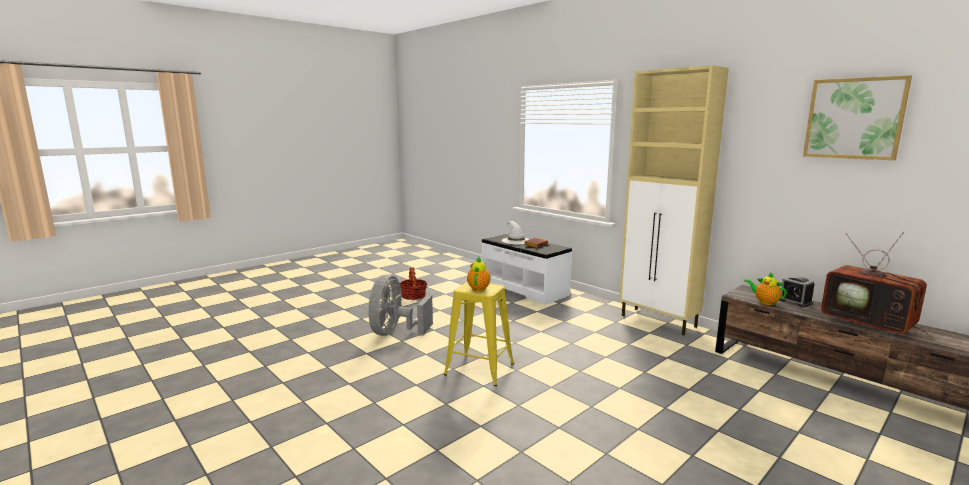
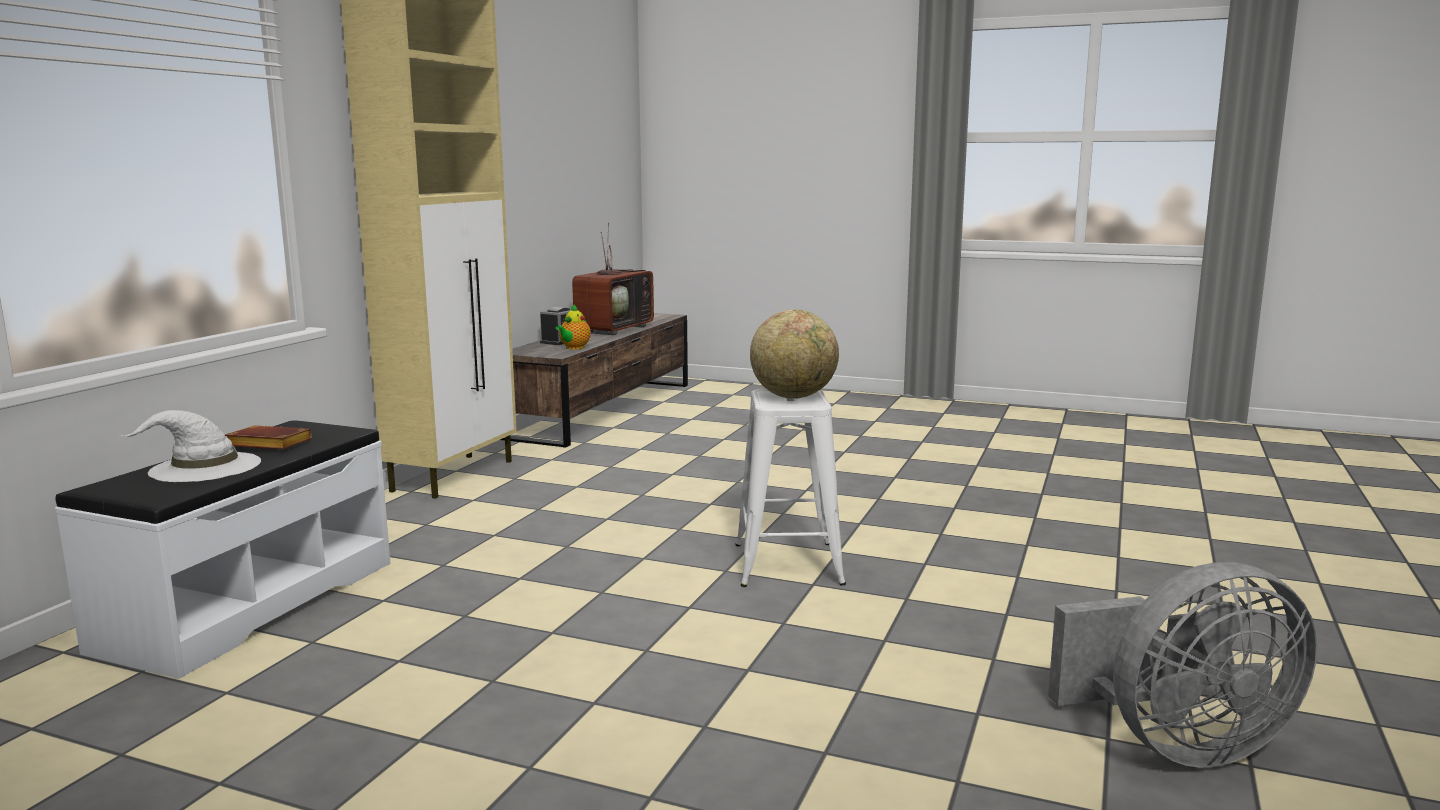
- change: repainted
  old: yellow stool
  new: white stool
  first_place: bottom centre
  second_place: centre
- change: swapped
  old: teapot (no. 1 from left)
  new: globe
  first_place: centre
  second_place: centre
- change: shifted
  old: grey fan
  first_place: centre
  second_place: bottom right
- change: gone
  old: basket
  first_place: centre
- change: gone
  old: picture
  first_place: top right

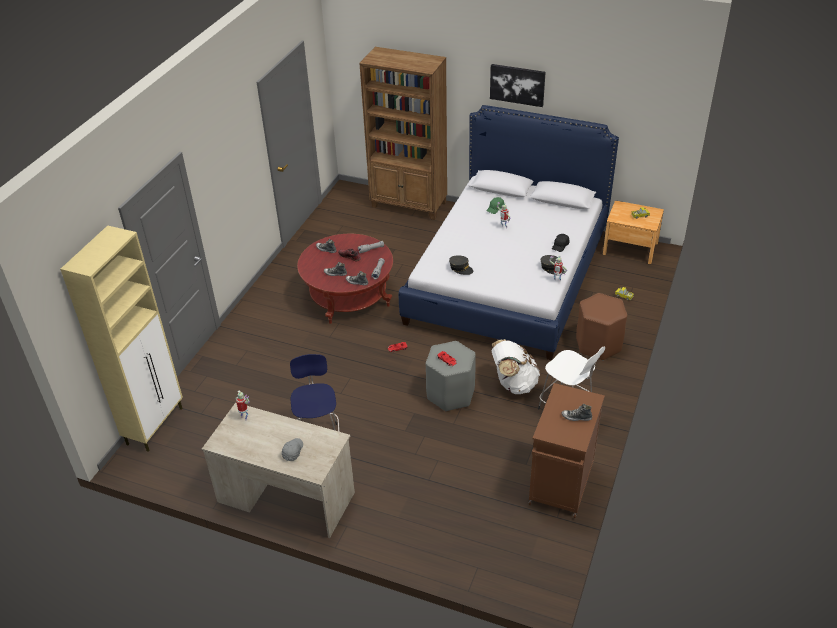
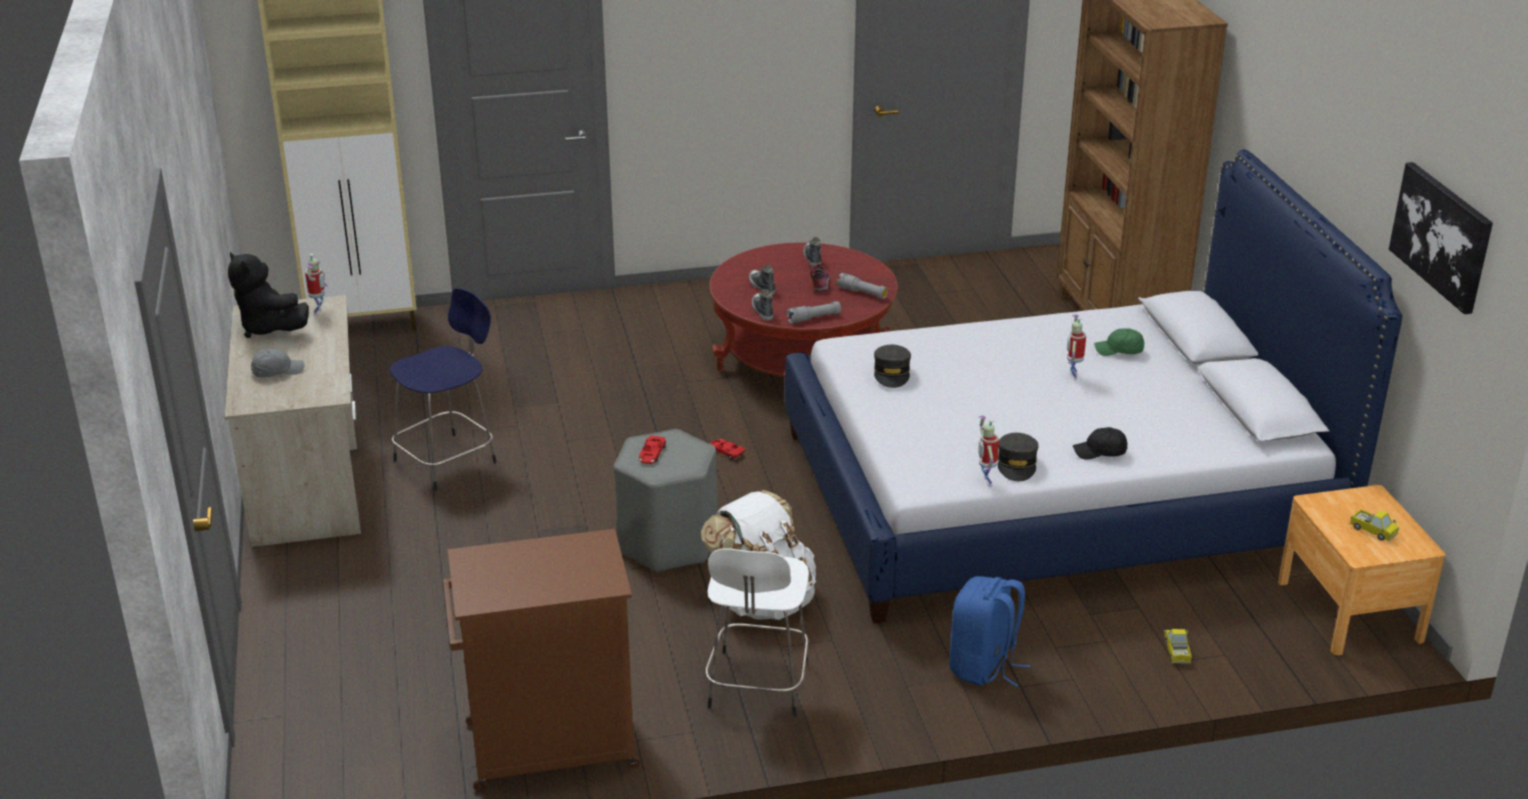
- change: new
  new: black plush toy
  second_place: middle left
- change: swapped
  old: brown stool
  new: blue backpack
  first_place: middle right
  second_place: bottom centre
- change: shifted
  old: picture
  first_place: top centre
  second_place: top right
- change: gone
  old: shoe (no. 5 from left)
  first_place: middle right

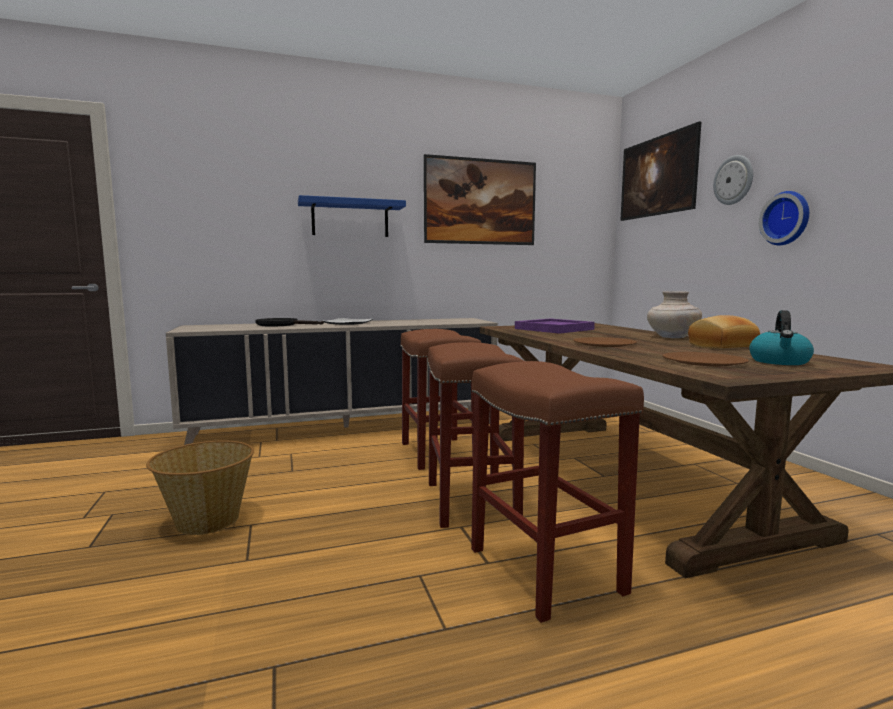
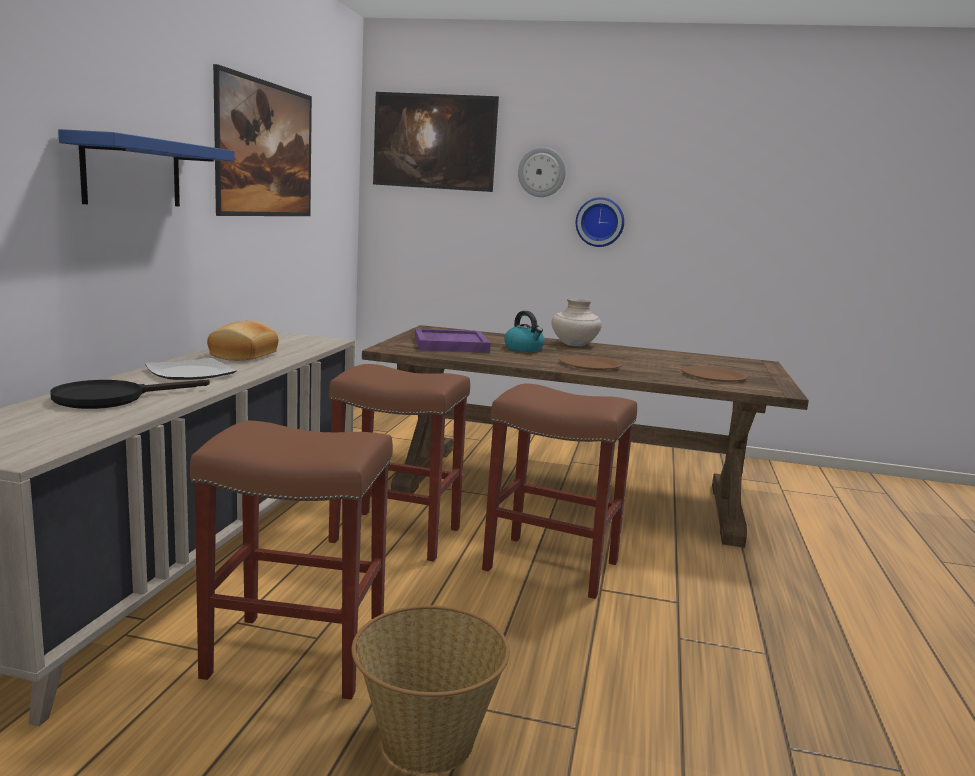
- change: shifted
  old: brown stool (no. 3 from left in the first image)
  new: brown stool (no. 1 from left)
  first_place: bottom centre
  second_place: bottom left
- change: shifted
  old: bread
  first_place: middle right
  second_place: middle left
- change: shifted
  old: kettle
  first_place: middle right
  second_place: centre

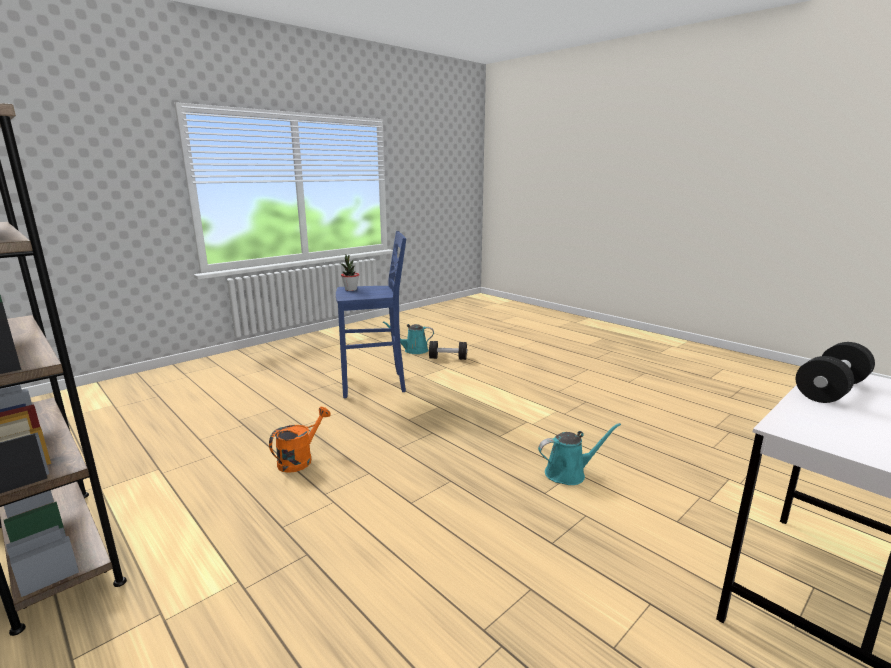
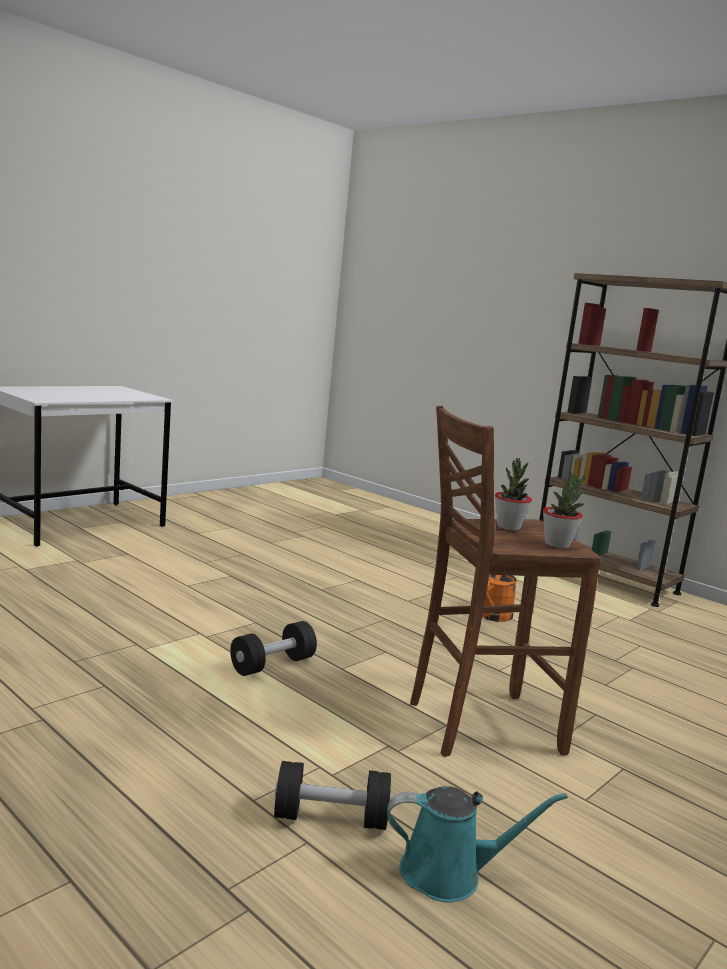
- change: shifted
  old: black dumbbell (no. 2 from left in the first image)
  new: black dumbbell (no. 1 from left)
  first_place: middle right
  second_place: bottom centre
- change: repainted
  old: blue stool
  new: brown stool
  first_place: centre
  second_place: middle right
- change: new
  new: potted plant (no. 1 from left)
  second_place: middle right
- change: gone
  old: turquoise watering can (no. 2 from left)
  first_place: bottom centre

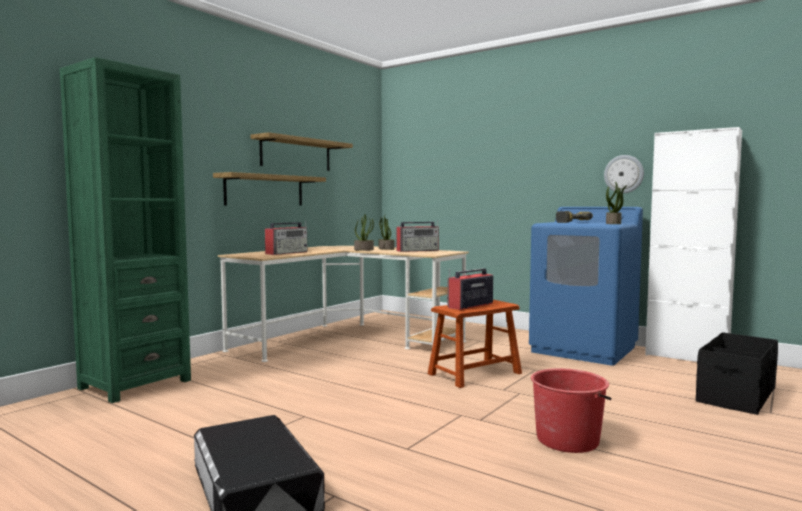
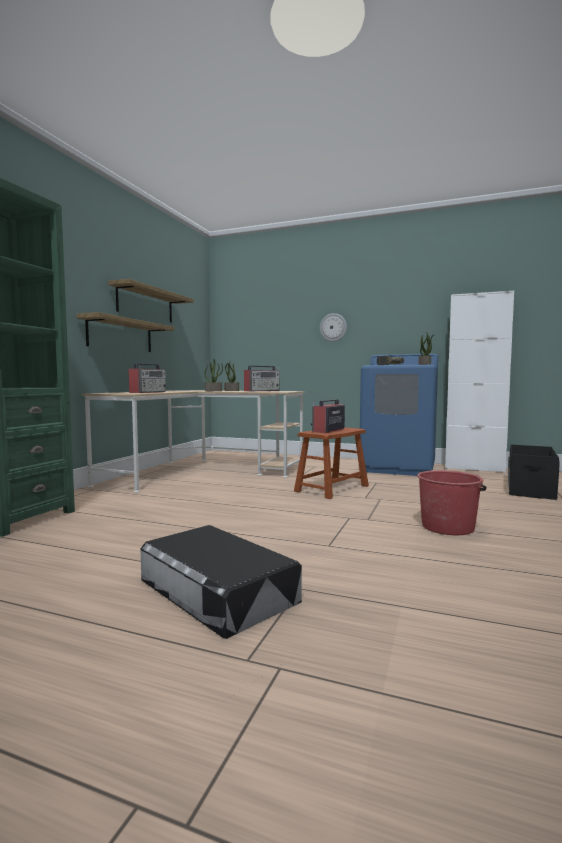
- change: shifted
  old: wall clock
  first_place: middle right
  second_place: centre

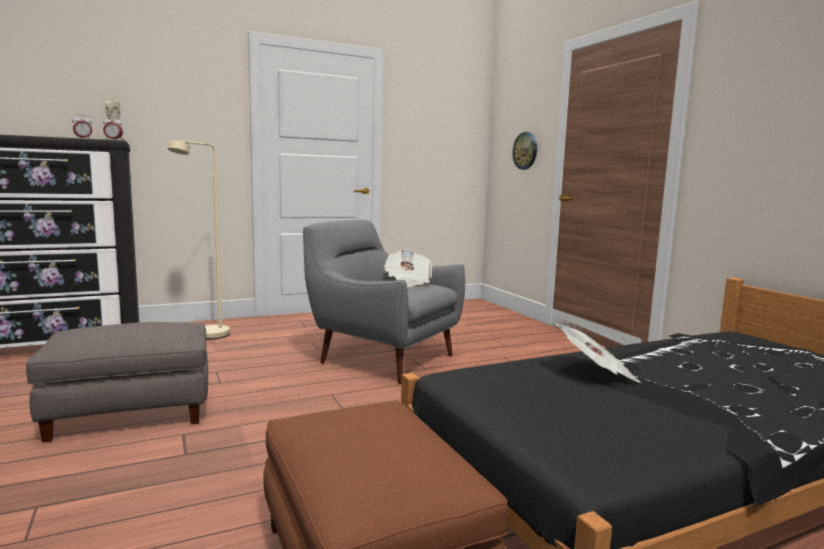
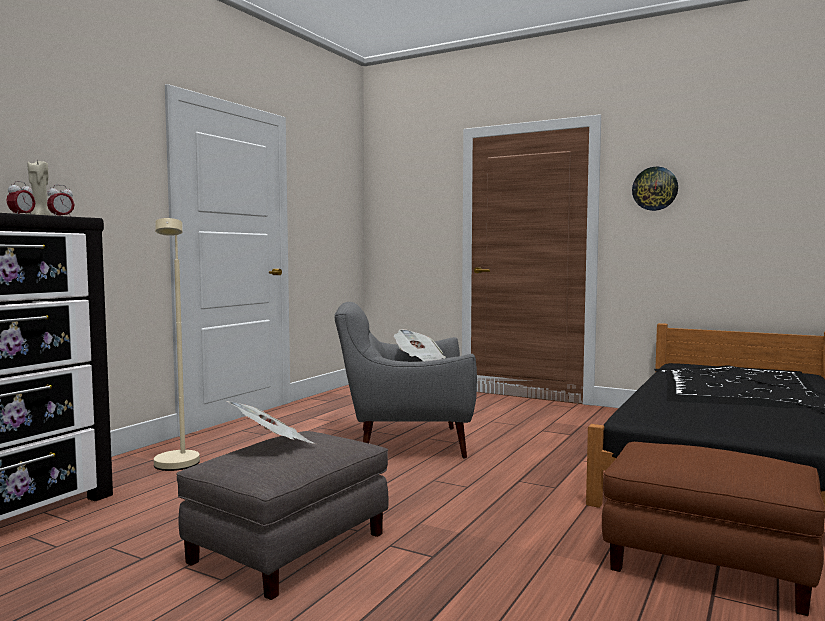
- change: shifted
  old: newspaper (no. 2 from left in the first image)
  new: newspaper (no. 1 from left)
  first_place: middle right
  second_place: bottom left
- change: shifted
  old: wall clock
  first_place: top centre
  second_place: top right

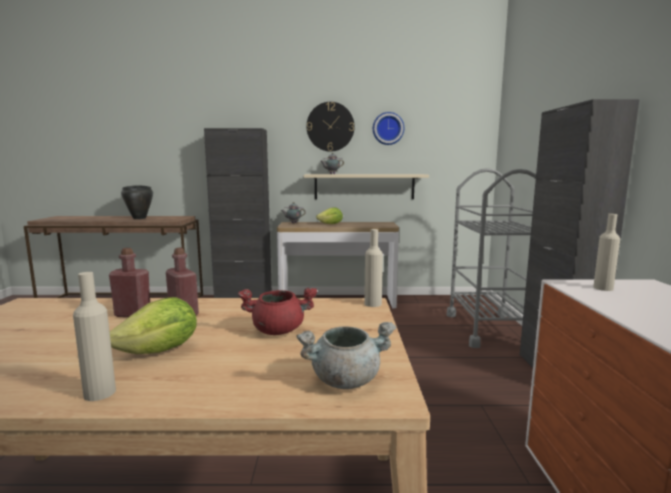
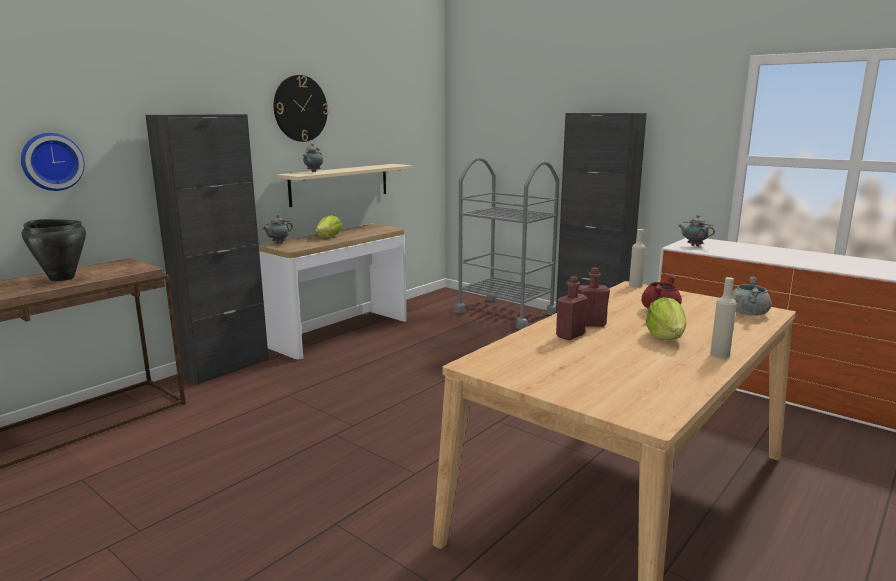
- change: shifted
  old: wall clock (no. 2 from left in the first image)
  new: wall clock (no. 1 from left)
  first_place: top centre
  second_place: top left
- change: swapped
  old: beige bottle (no. 3 from left)
  new: teapot (no. 3 from left)
  first_place: middle right
  second_place: middle right

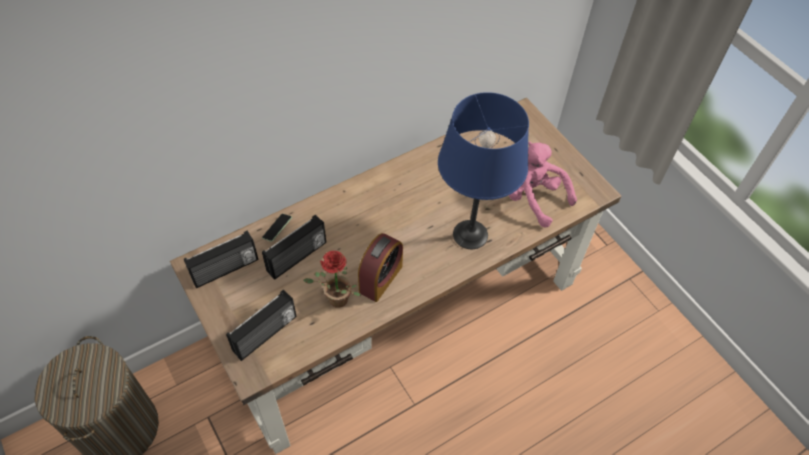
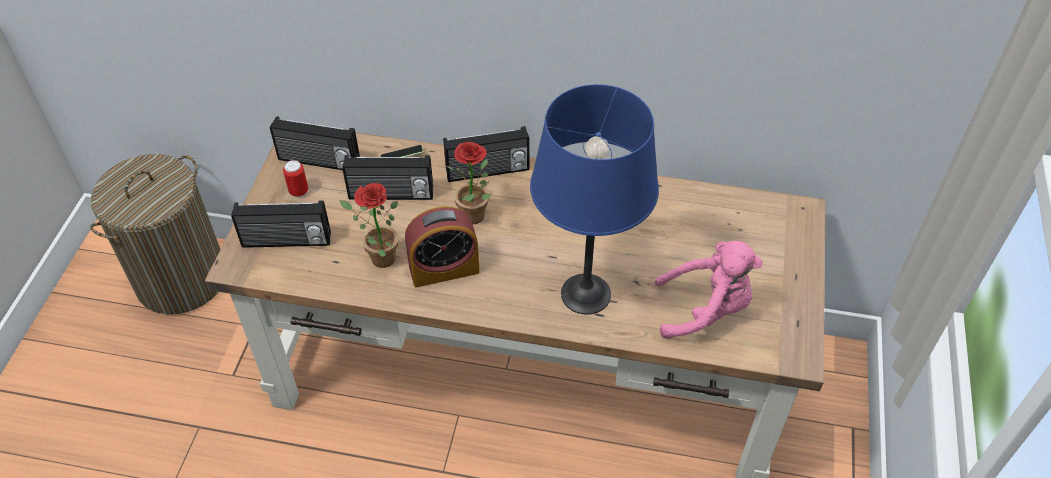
- change: new
  new: can
  second_place: middle left
- change: new
  new: radio (no. 4 from left)
  second_place: top centre
- change: new
  new: potted plant (no. 2 from left)
  second_place: centre
- change: rotated
  old: pink plush toy
  first_place: middle right
  second_place: middle right
  degrees: 90

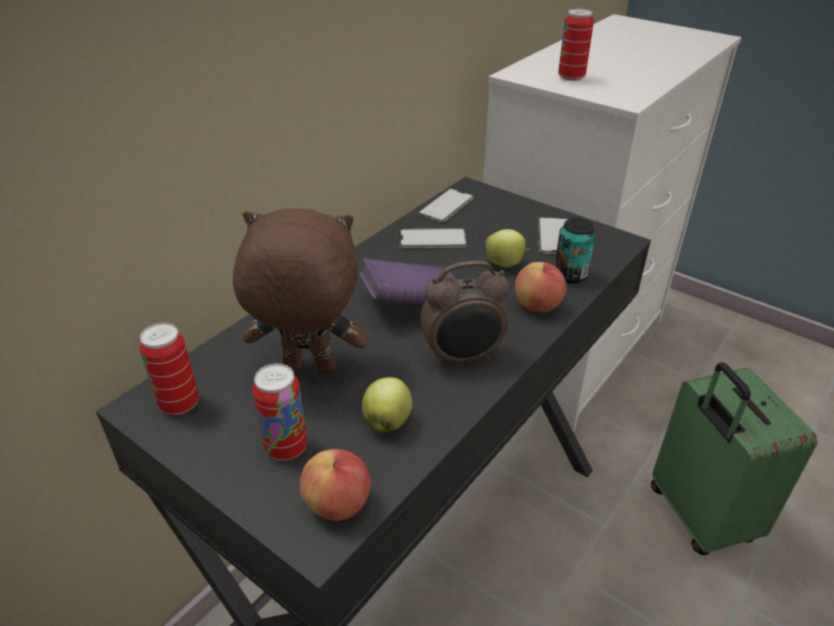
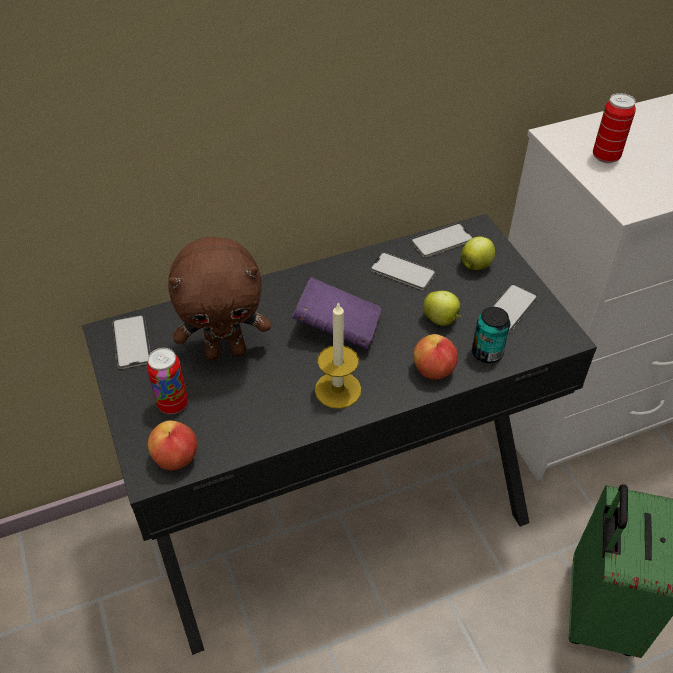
- change: swapped
  old: can (no. 1 from left)
  new: phone (no. 1 from left)
  first_place: middle left
  second_place: middle left
- change: rotated
  old: brown plush toy
  first_place: centre
  second_place: middle left
  degrees: 135
- change: swapped
  old: alarm clock
  new: candle
  first_place: centre
  second_place: centre
- change: shifted
  old: apple (no. 2 from left in the first image)
  new: apple (no. 4 from left)
  first_place: centre
  second_place: middle right

